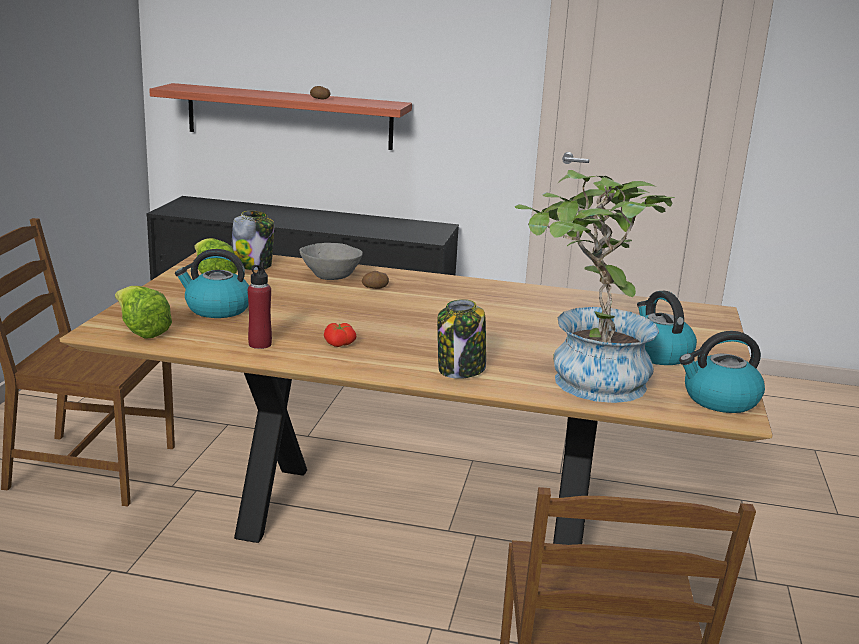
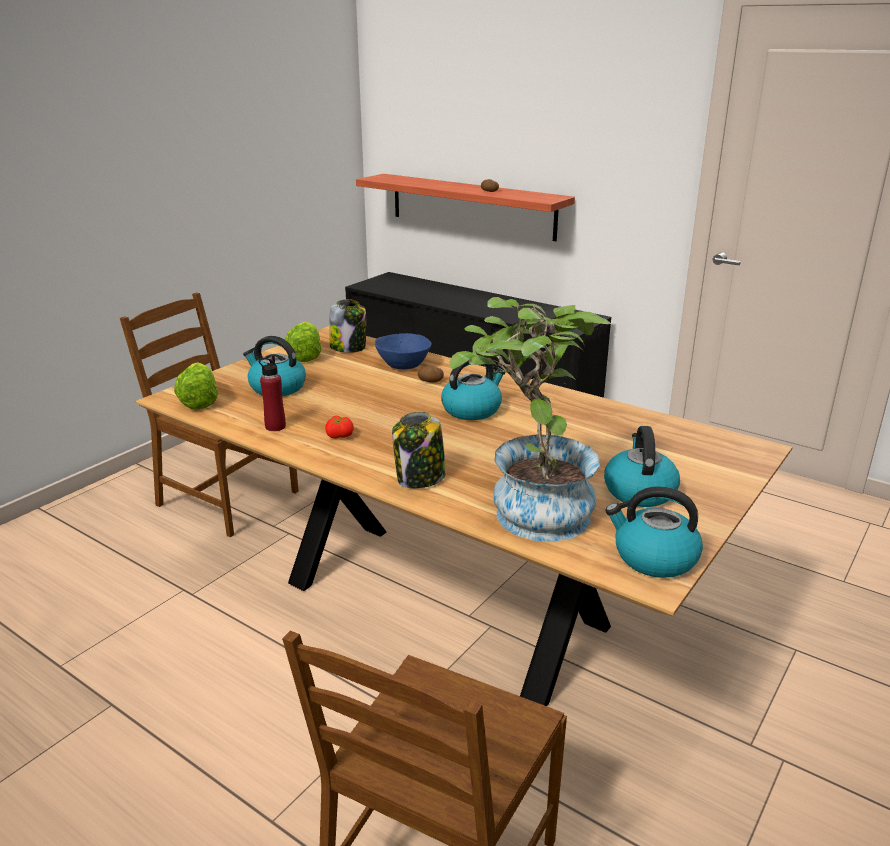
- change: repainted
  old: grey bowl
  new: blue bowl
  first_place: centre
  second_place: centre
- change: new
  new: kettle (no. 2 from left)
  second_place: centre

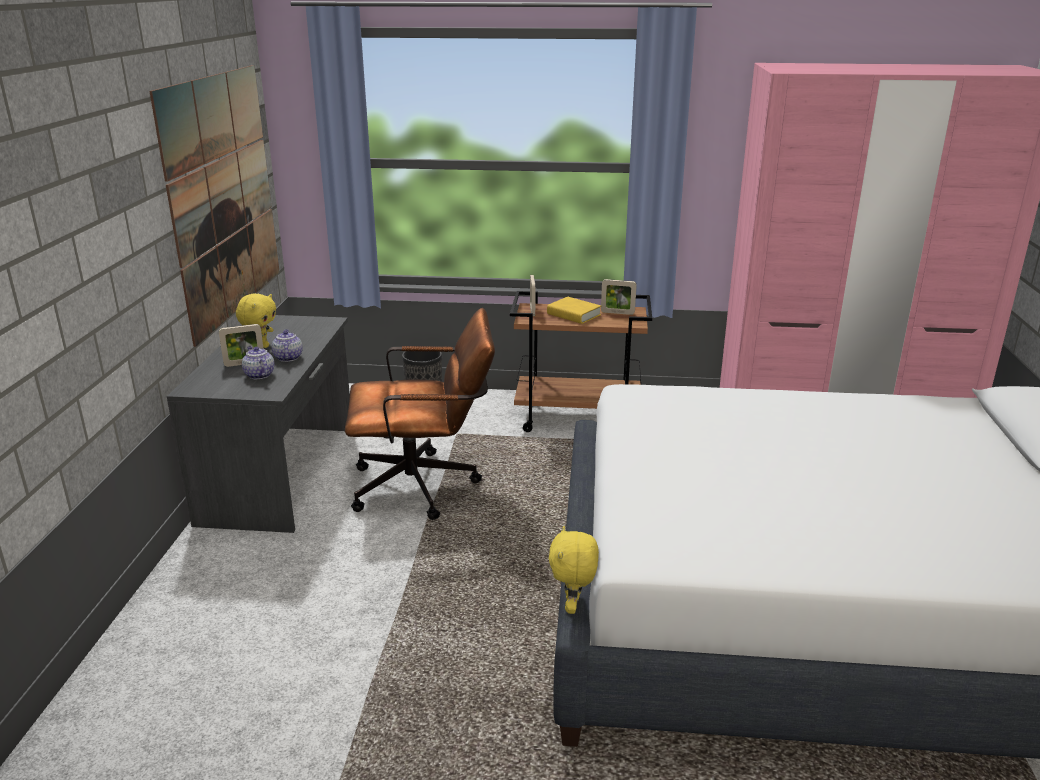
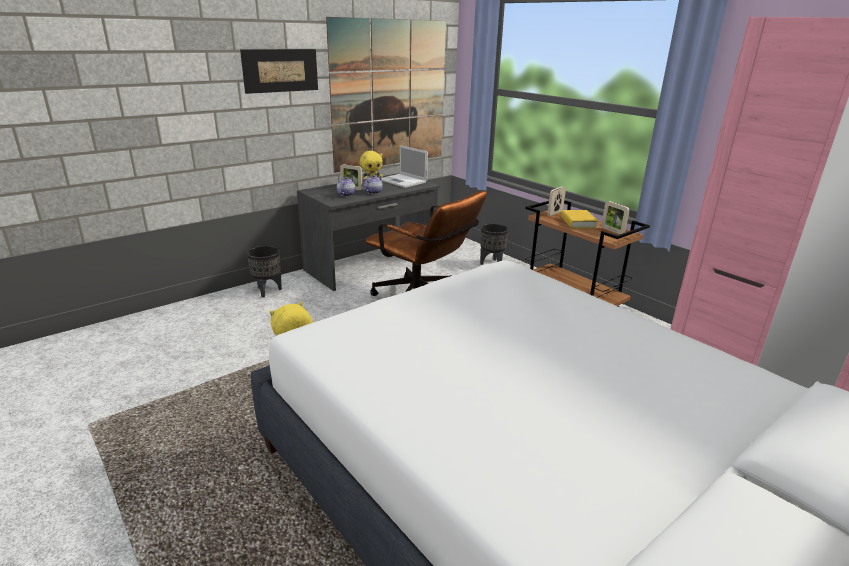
- change: new
  new: picture (no. 1 from left)
  second_place: top left
- change: new
  new: black planter (no. 1 from left)
  second_place: middle left
- change: new
  new: laptop
  second_place: top centre

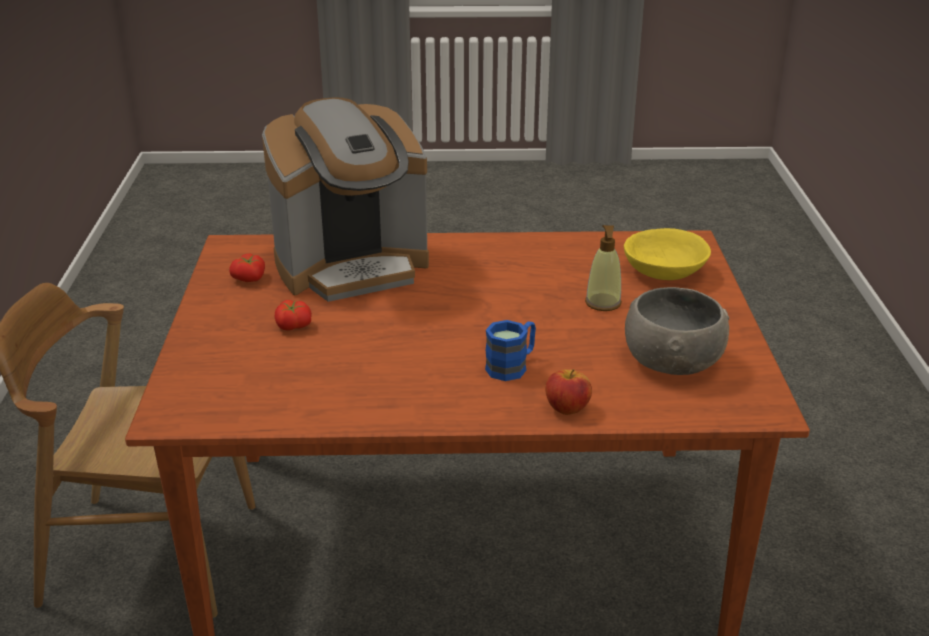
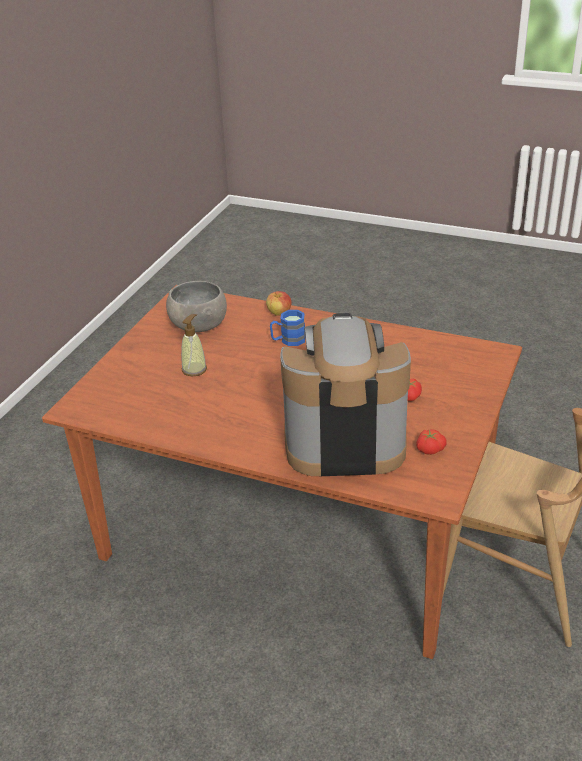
- change: gone
  old: yellow bowl
  first_place: middle right

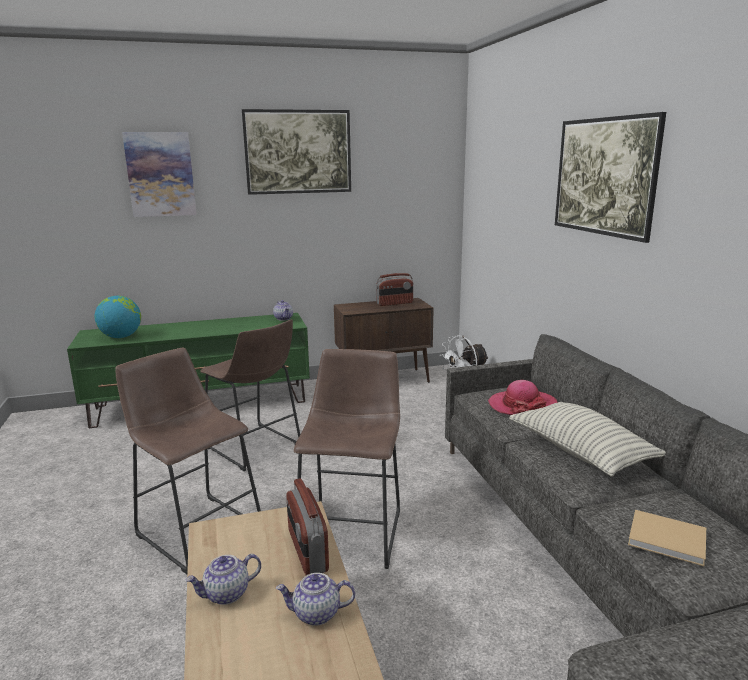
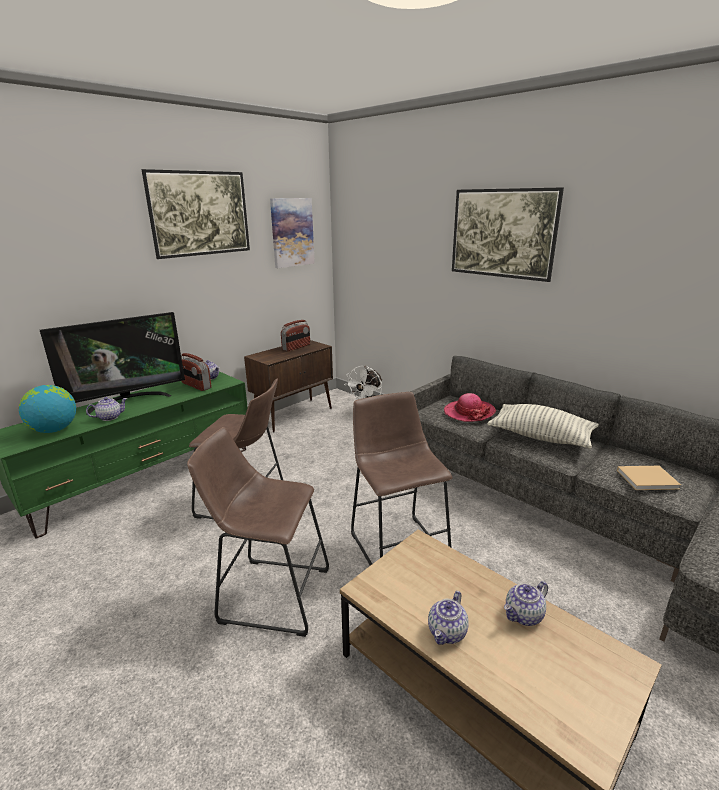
- change: new
  new: television
  second_place: middle left
- change: new
  new: teapot (no. 1 from left)
  second_place: middle left
- change: shifted
  old: radio (no. 1 from left)
  first_place: bottom centre
  second_place: middle left
- change: shifted
  old: picture (no. 1 from left in the first image)
  new: picture (no. 2 from left)
  first_place: top left
  second_place: top centre

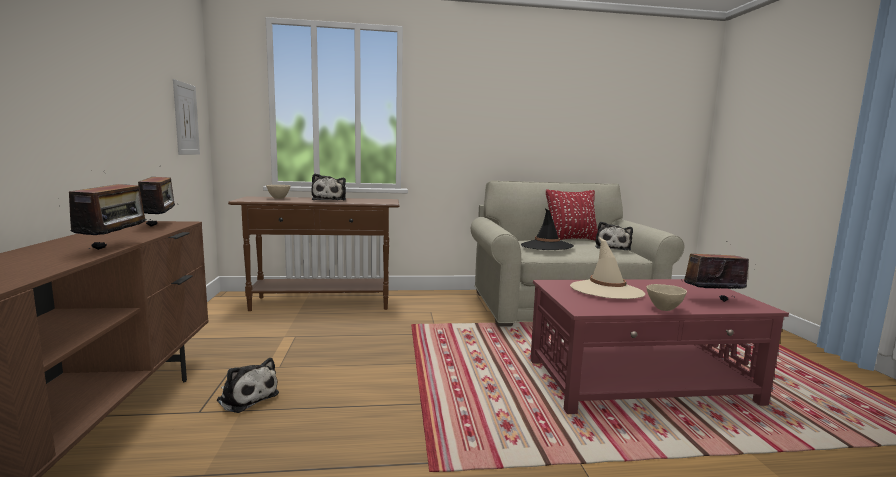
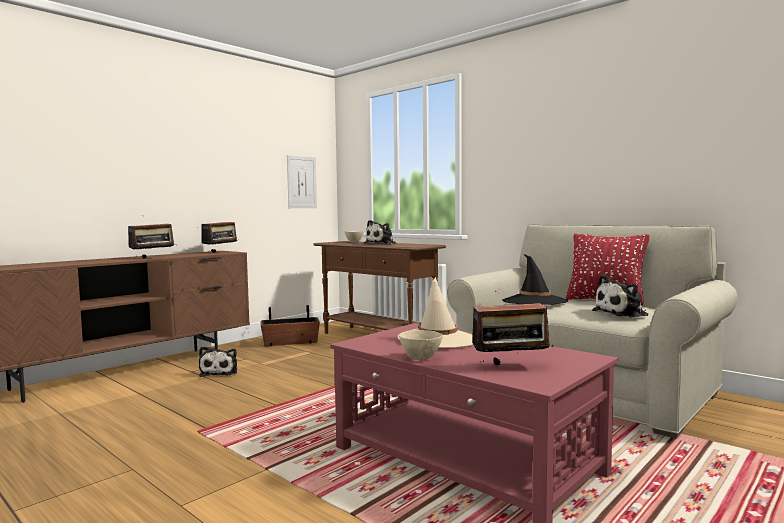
- change: new
  new: planter
  second_place: centre
- change: rotated
  old: radio (no. 3 from left)
  first_place: middle right
  second_place: centre
  degrees: 135

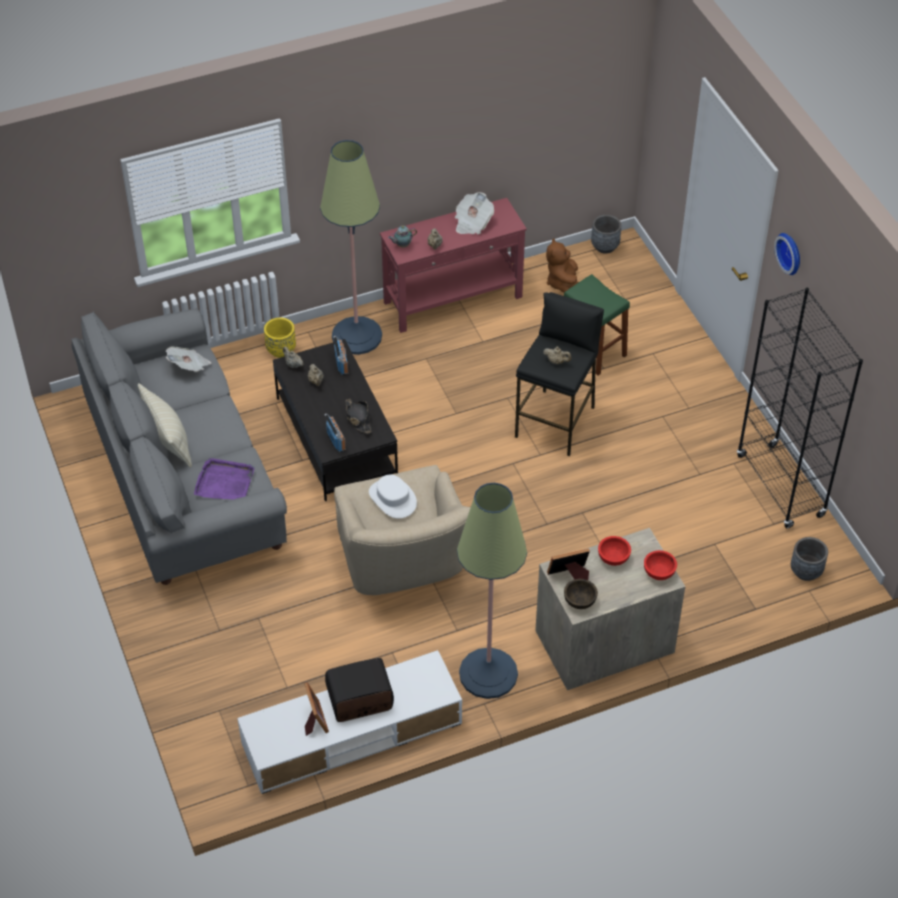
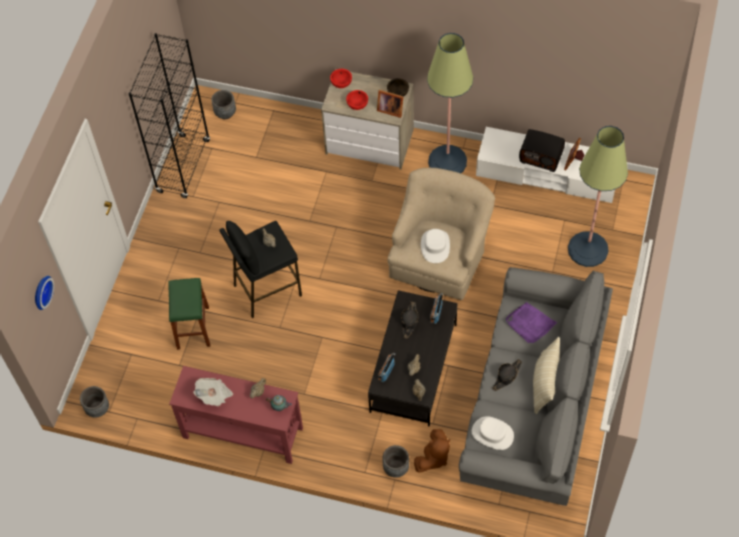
- change: shifted
  old: wall clock
  first_place: top right
  second_place: middle left
- change: repainted
  old: yellow planter
  new: grey planter (no. 3 from left)
  first_place: middle left
  second_place: bottom centre
- change: shifted
  old: brown plush toy
  first_place: top centre
  second_place: bottom centre
- change: swapped
  old: newspaper (no. 1 from left)
  new: white hat (no. 2 from left)
  first_place: middle left
  second_place: bottom right
- change: new
  new: black hat (no. 2 from left)
  second_place: bottom right
- change: shifted
  old: floor lamp (no. 1 from left in the first image)
  new: floor lamp (no. 2 from left)
  first_place: top centre
  second_place: middle right

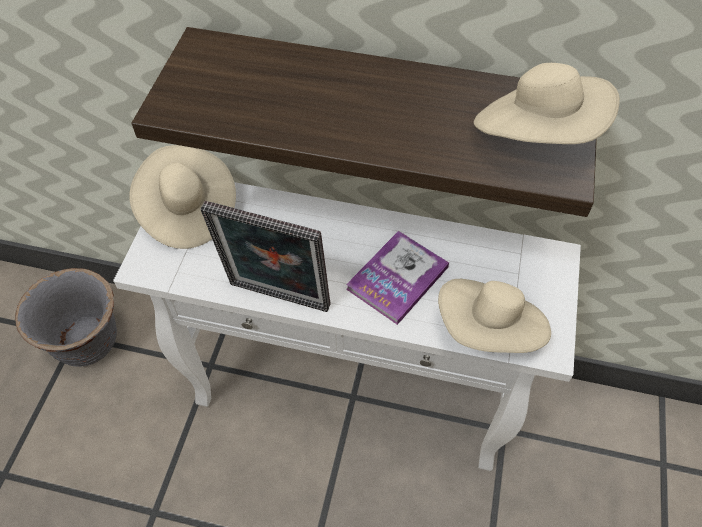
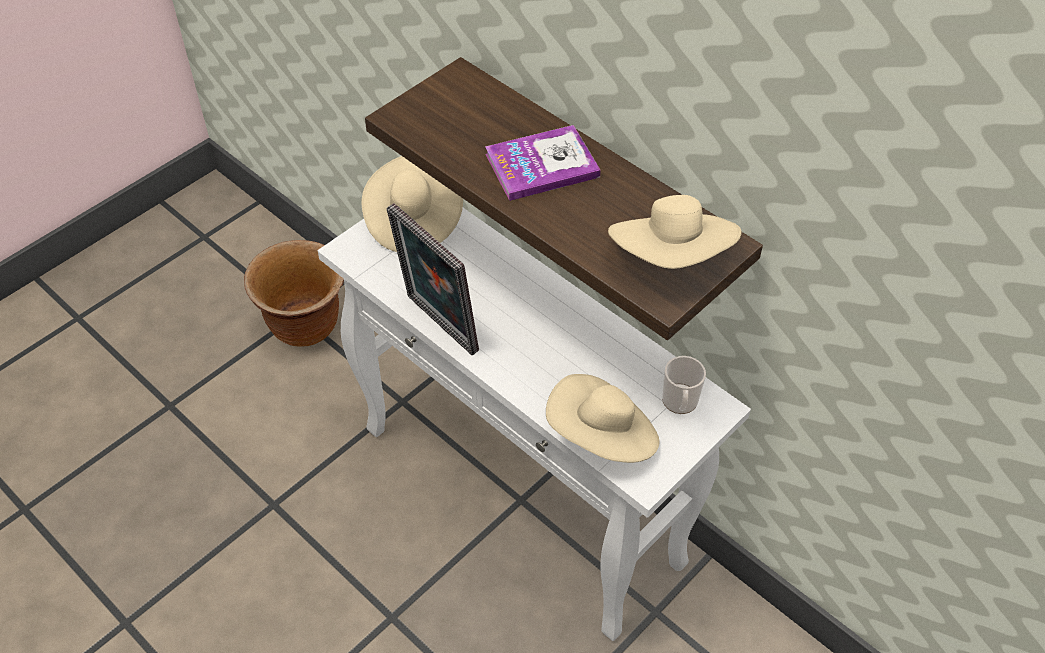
- change: repainted
  old: grey planter
  new: brown planter
  first_place: middle left
  second_place: middle left
- change: shifted
  old: book
  first_place: centre
  second_place: top centre
- change: new
  new: mug
  second_place: centre

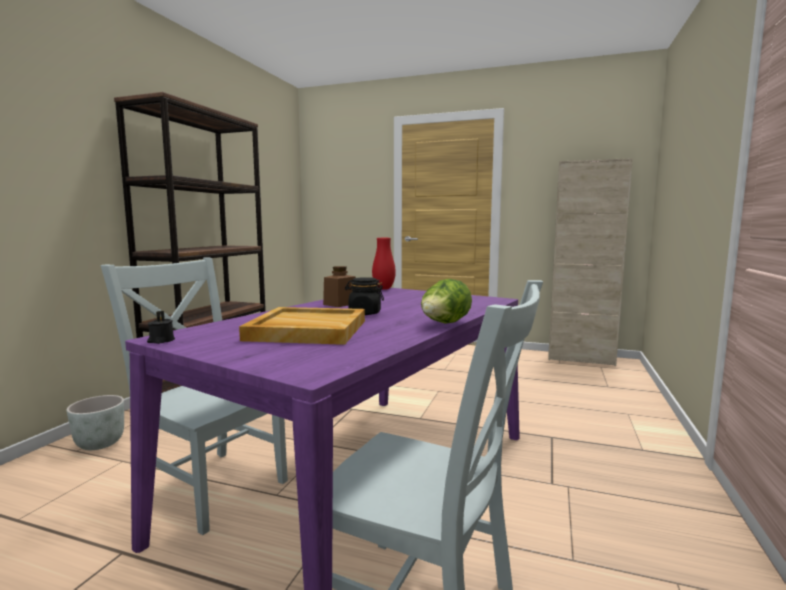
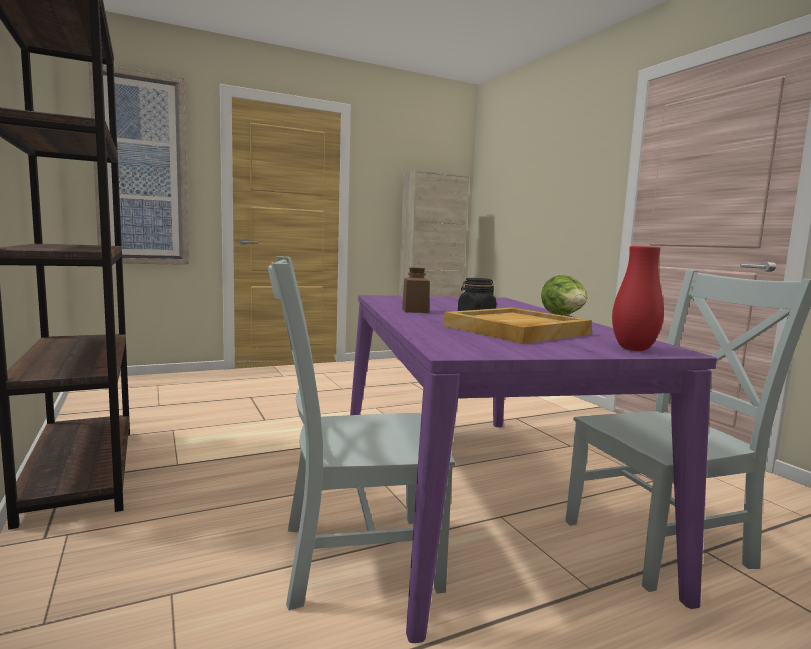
- change: new
  new: picture
  second_place: top left
- change: shifted
  old: red vase
  first_place: centre
  second_place: middle right
- change: gone
  old: grey planter
  first_place: bottom left
- change: gone
  old: black candle
  first_place: middle left

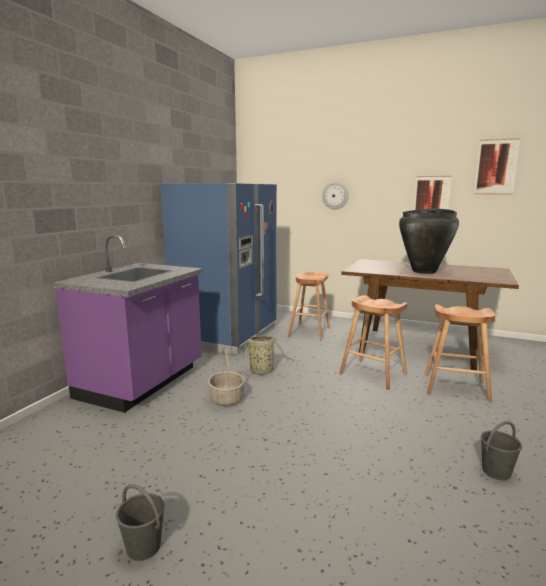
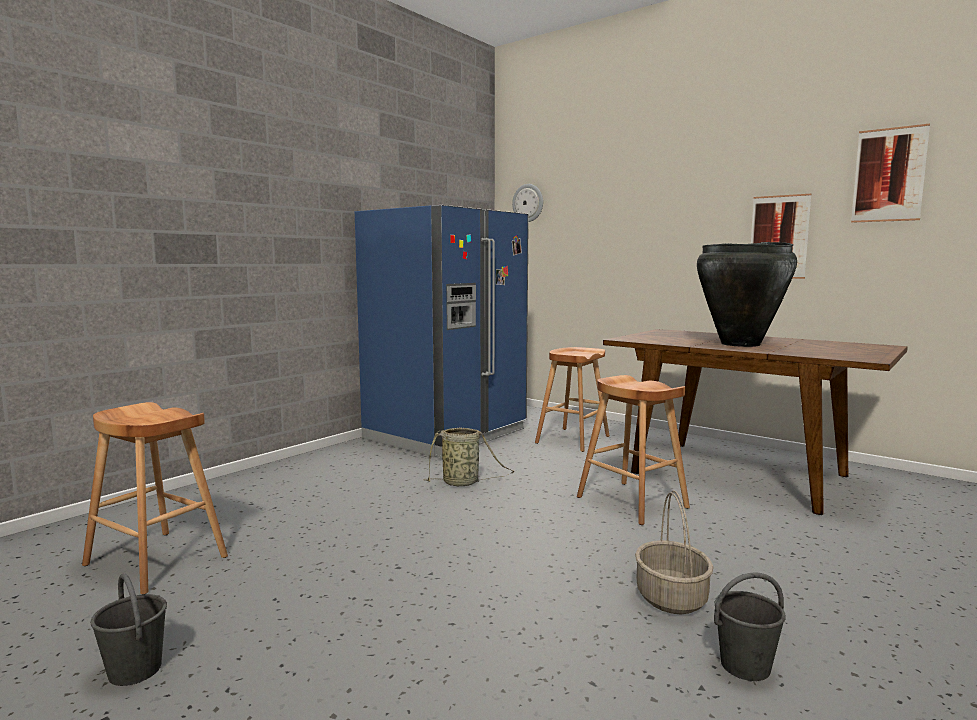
- change: shifted
  old: brown stool (no. 3 from left in the first image)
  new: brown stool (no. 1 from left)
  first_place: middle right
  second_place: bottom left
- change: shifted
  old: wall clock
  first_place: centre
  second_place: top centre
- change: shifted
  old: basket (no. 1 from left in the first image)
  new: basket (no. 2 from left)
  first_place: centre
  second_place: bottom right
- change: gone
  old: purple counter
  first_place: middle left

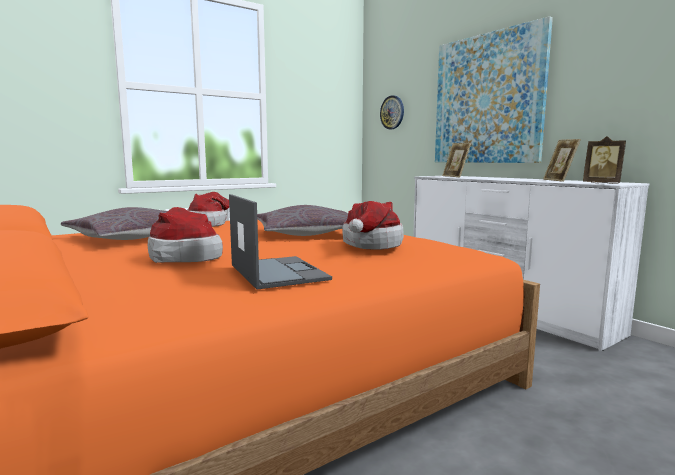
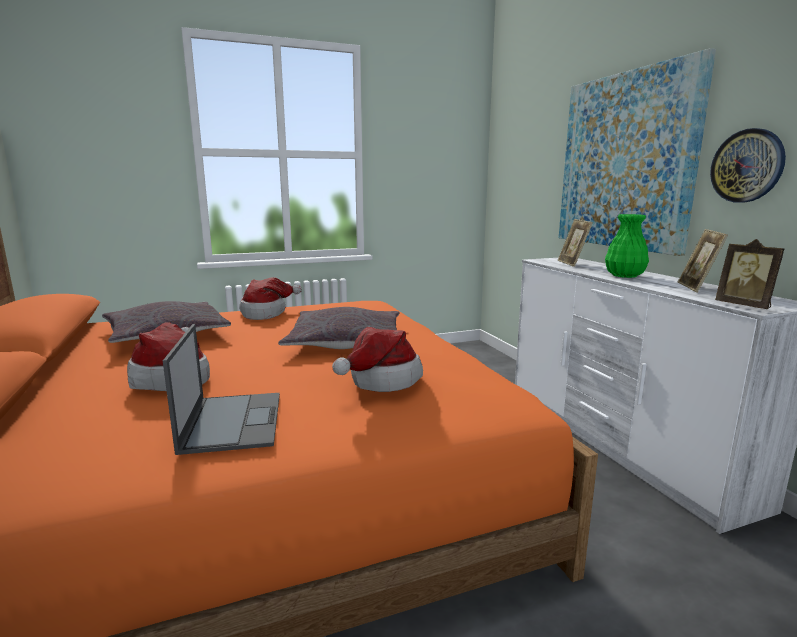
- change: new
  new: green vase
  second_place: middle right
- change: shifted
  old: wall clock
  first_place: top centre
  second_place: top right

